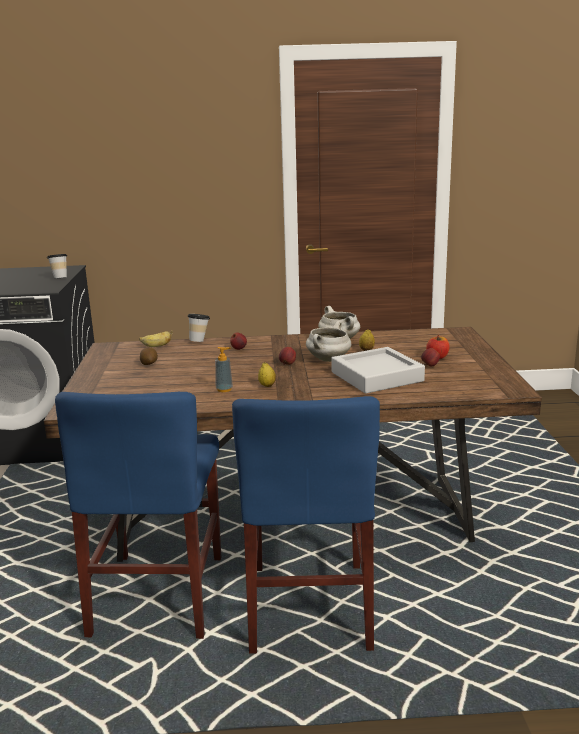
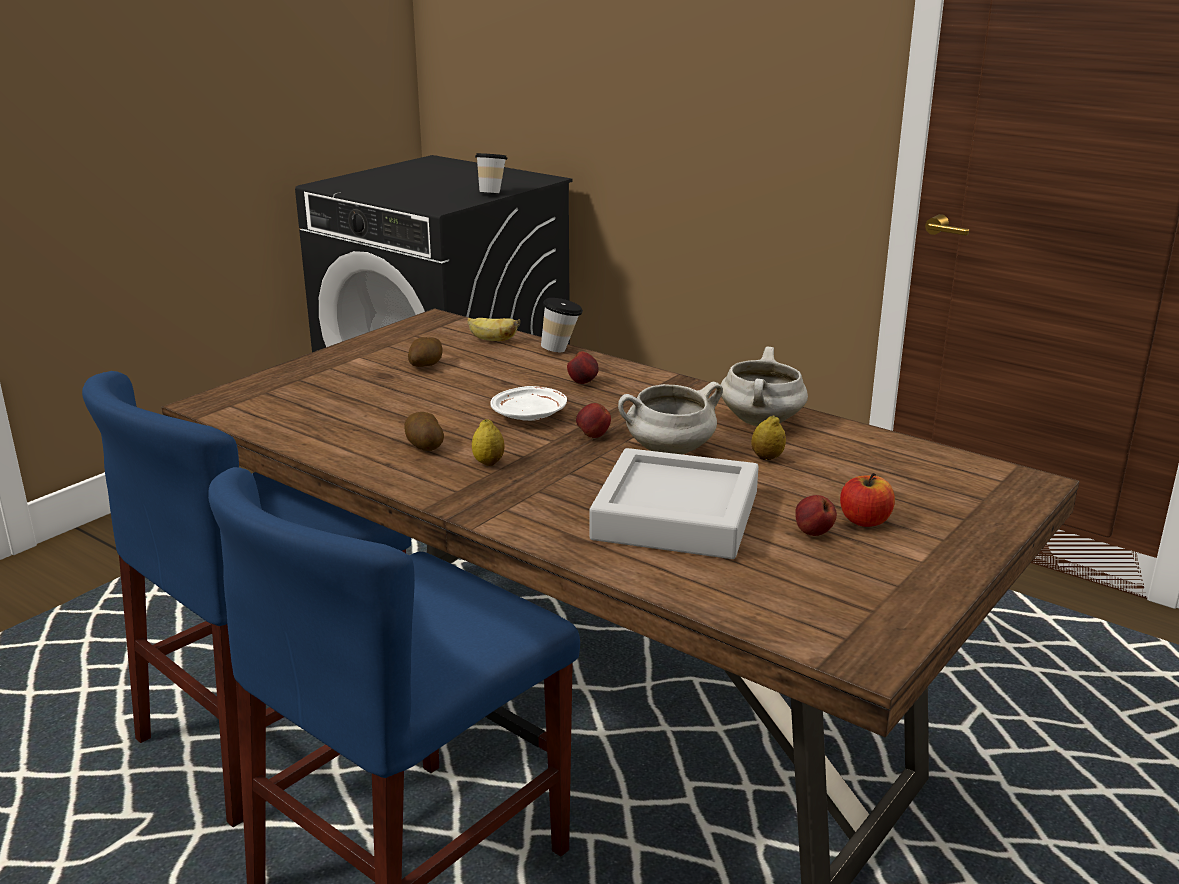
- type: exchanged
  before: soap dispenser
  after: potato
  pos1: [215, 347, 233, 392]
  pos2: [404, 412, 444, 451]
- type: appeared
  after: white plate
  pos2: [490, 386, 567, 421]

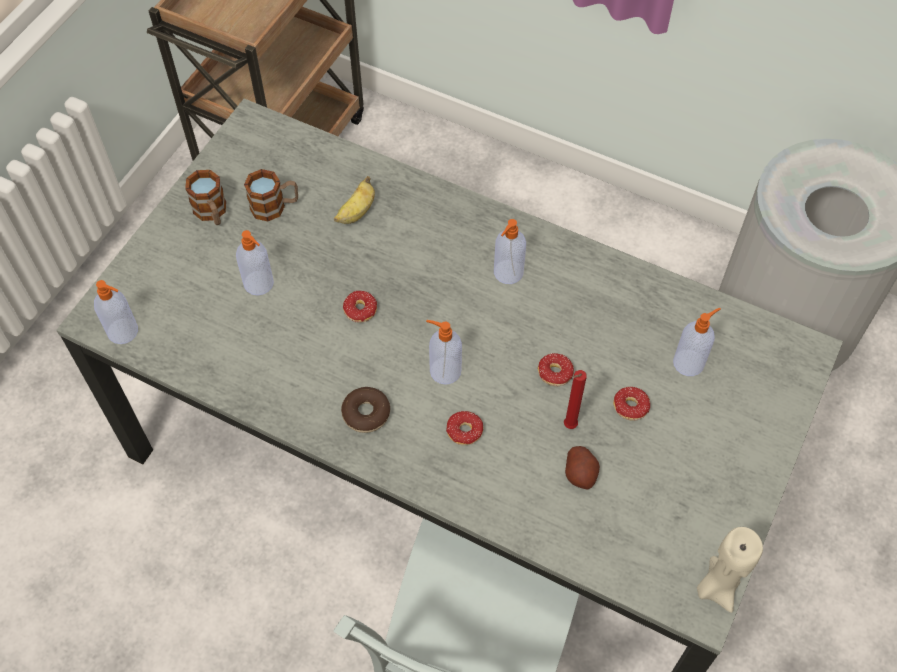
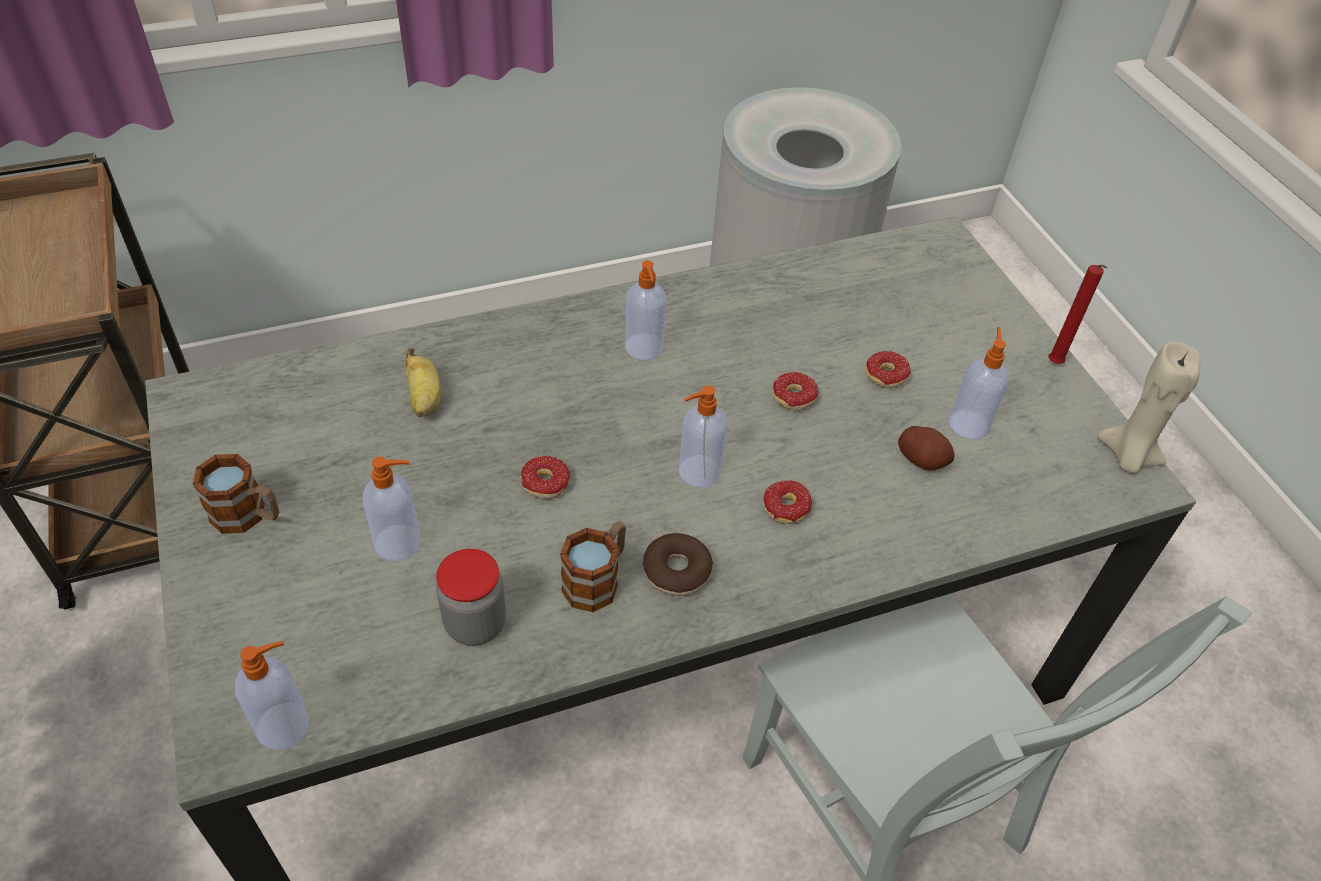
- type: relocated
  before: mug
  pos1: [244, 169, 298, 221]
  pos2: [560, 521, 626, 612]
- type: relocated
  before: red candle
  pos1: [564, 370, 587, 429]
  pos2: [1048, 265, 1107, 364]
- type: relocated
  before: soap dispenser
  pos1: [673, 307, 721, 376]
  pos2: [949, 327, 1009, 439]
- type: appeared
  after: jar
  pos2: [436, 549, 506, 646]

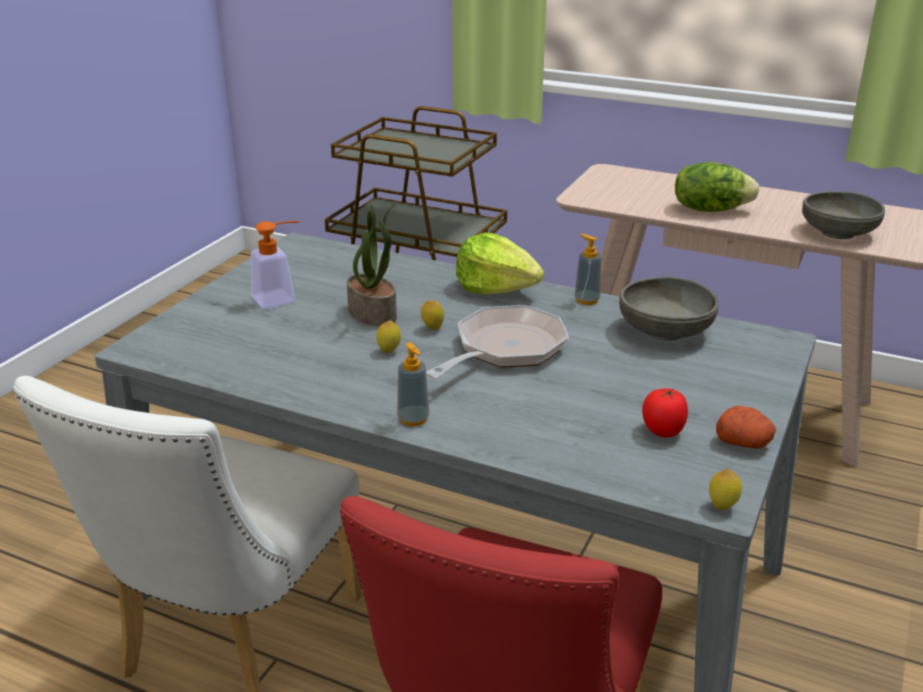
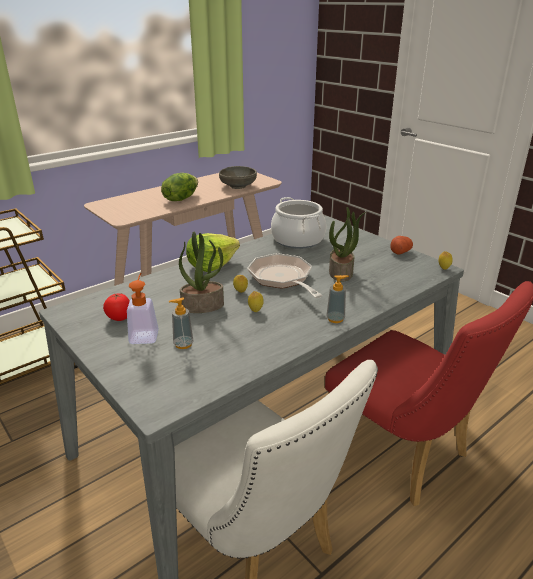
- type: relocated
  before: soap dispenser
  pos1: [575, 234, 602, 305]
  pos2: [169, 298, 193, 349]
- type: exchanged
  before: grey bowl
  after: cooking pot
  pos1: [619, 276, 719, 341]
  pos2: [271, 197, 326, 249]
- type: relocated
  before: tomato
  pos1: [642, 388, 688, 438]
  pos2: [103, 293, 130, 321]
- type: appeared
  after: potted plant
  pos2: [329, 207, 366, 281]

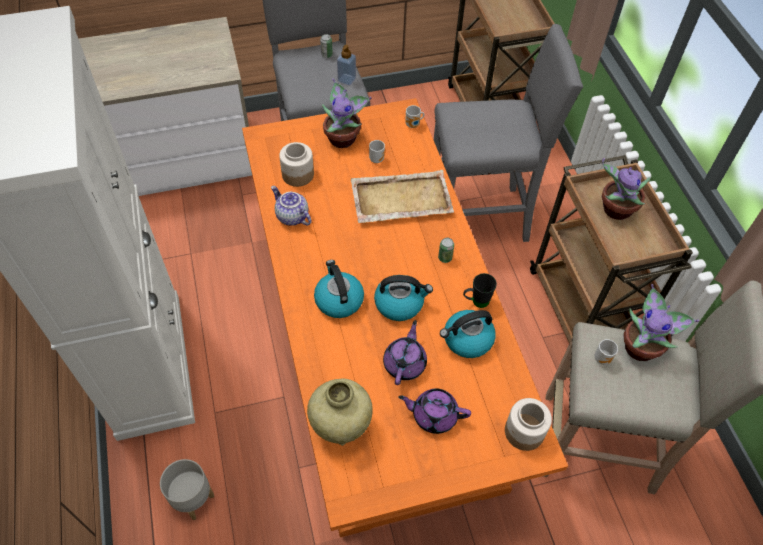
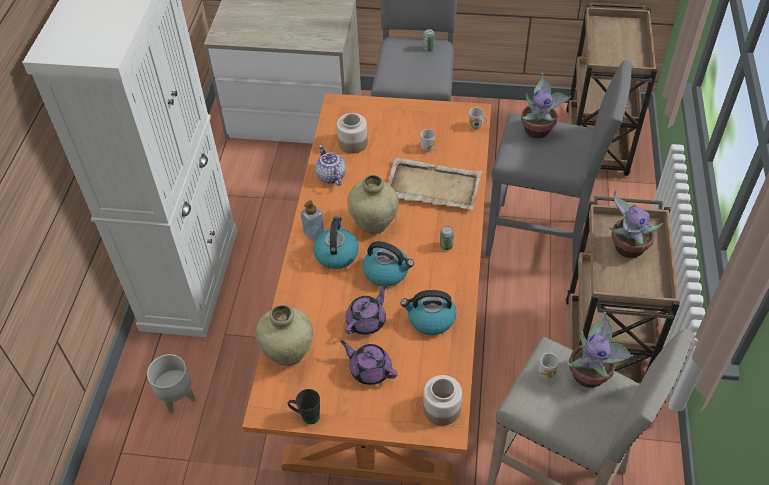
- type: relocated
  before: potted plant
  pos1: [322, 78, 372, 148]
  pos2: [521, 72, 571, 139]
- type: relocated
  before: soap dispenser
  pos1: [337, 45, 356, 86]
  pos2: [301, 200, 324, 241]
- type: relocated
  before: black mug
  pos1: [463, 273, 497, 308]
  pos2: [288, 389, 320, 424]
- type: appeared
  after: beige vase
  pos2: [347, 175, 399, 234]

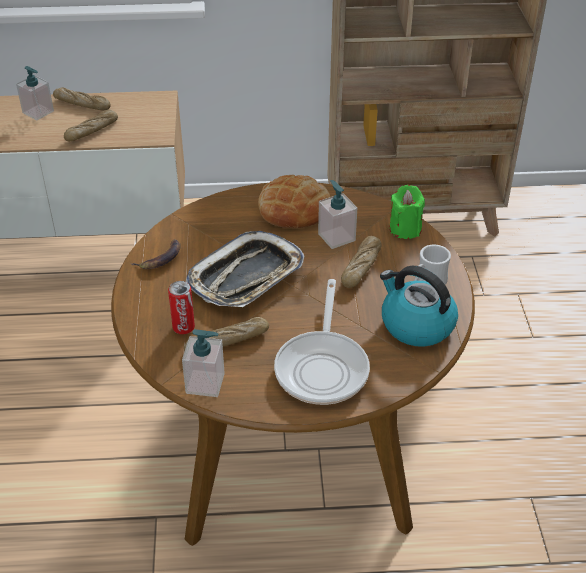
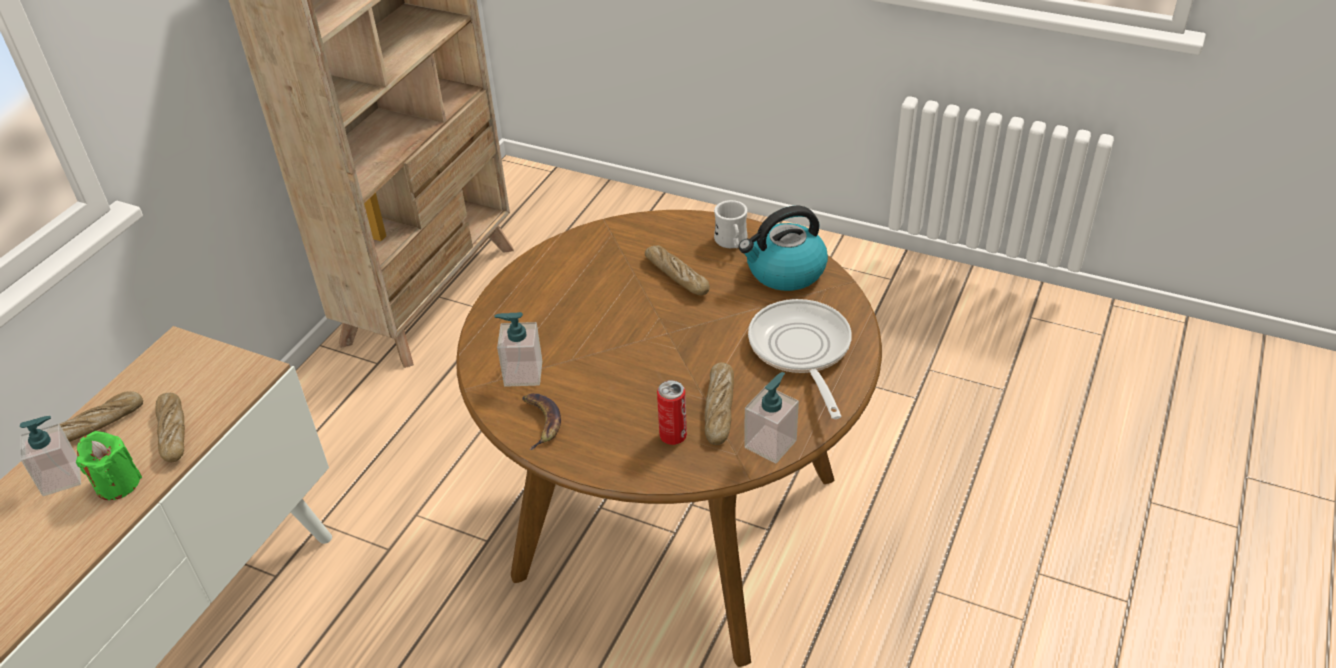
- type: missing
  before: tray
  pos1: [186, 231, 305, 307]
- type: missing
  before: bread
  pos1: [258, 175, 330, 228]
- type: spun
  before: frying pan
  pos1: [274, 279, 370, 405]
  pos2: [748, 299, 851, 419]
  turn: -135
- type: relocated
  before: soap dispenser
  pos1: [318, 180, 357, 249]
  pos2: [494, 312, 542, 387]
- type: relocated
  before: green candle
  pos1: [389, 185, 425, 239]
  pos2: [76, 431, 142, 500]

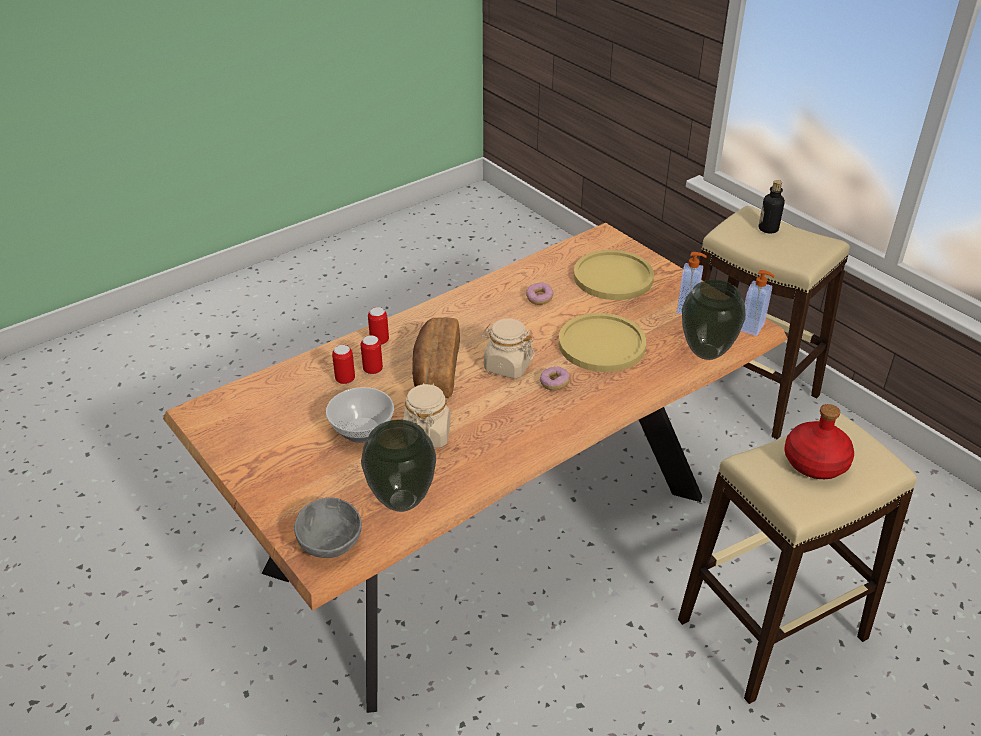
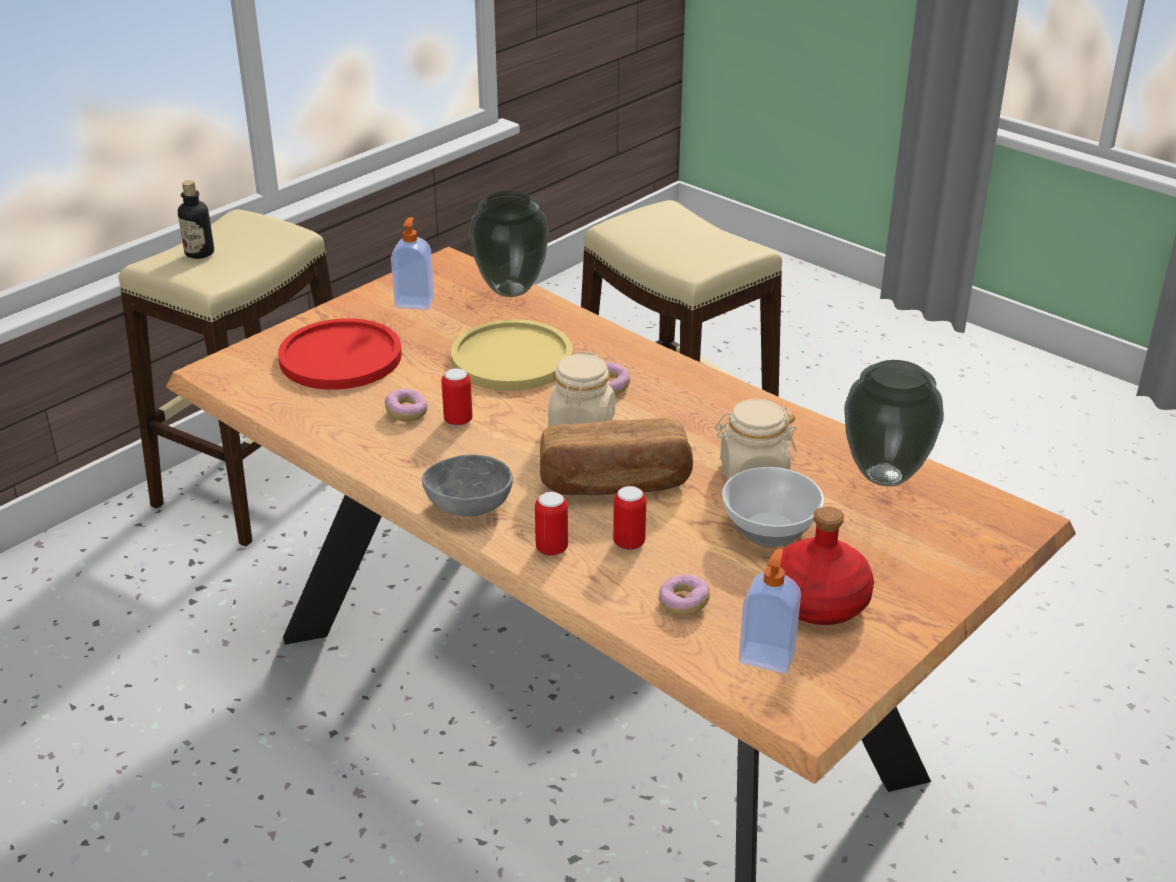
- type: relocated
  before: grey bowl
  pos1: [294, 497, 362, 558]
  pos2: [422, 454, 513, 516]
- type: relocated
  before: can
  pos1: [332, 345, 355, 384]
  pos2: [441, 368, 473, 426]
- type: colour
  before: yellow plate
  after: red plate
  pos1: [574, 250, 654, 300]
  pos2: [278, 318, 402, 390]
- type: relocated
  before: soap dispenser
  pos1: [741, 270, 775, 336]
  pos2: [739, 548, 801, 674]
- type: relocated
  before: red bottle
  pos1: [784, 404, 854, 479]
  pos2: [780, 506, 874, 625]
- type: appeared
  after: donut
  pos2: [659, 574, 710, 616]

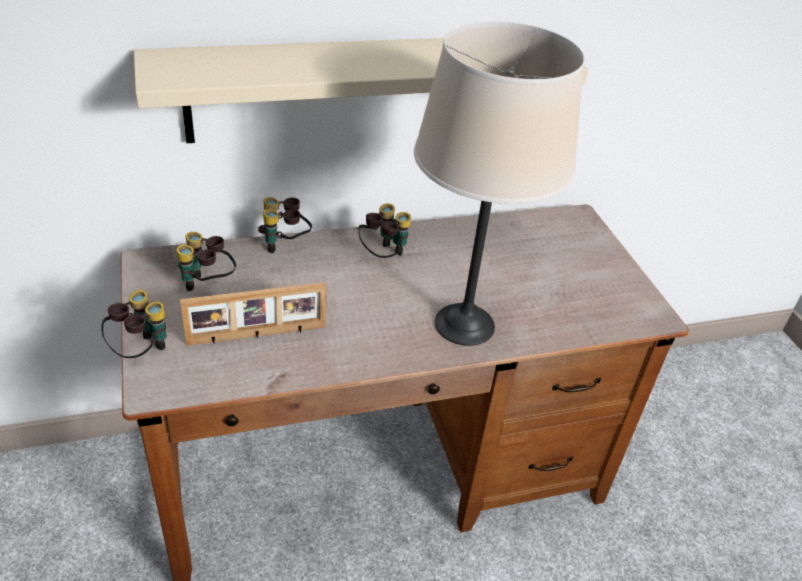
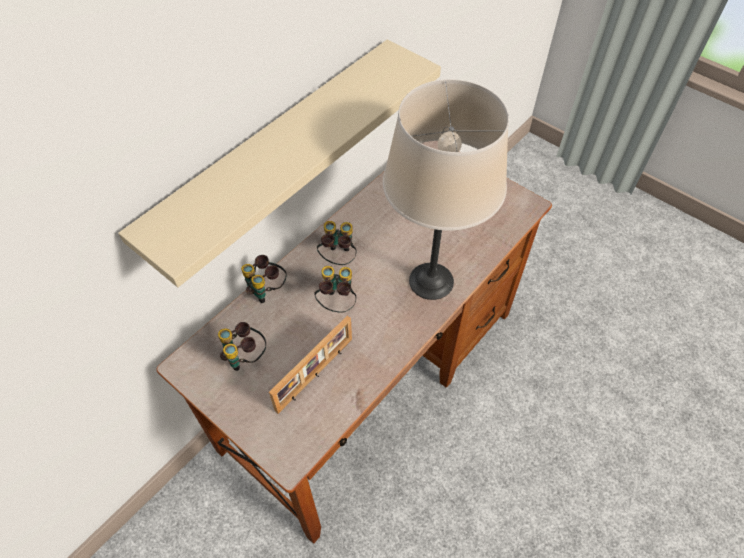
- type: relocated
  before: binoculars
  pos1: [101, 290, 167, 358]
  pos2: [314, 266, 356, 313]

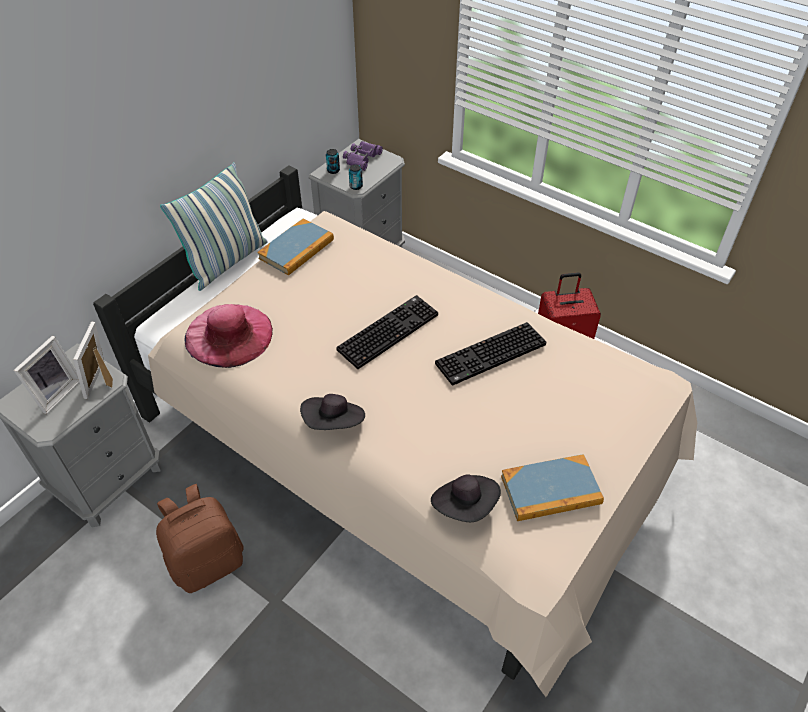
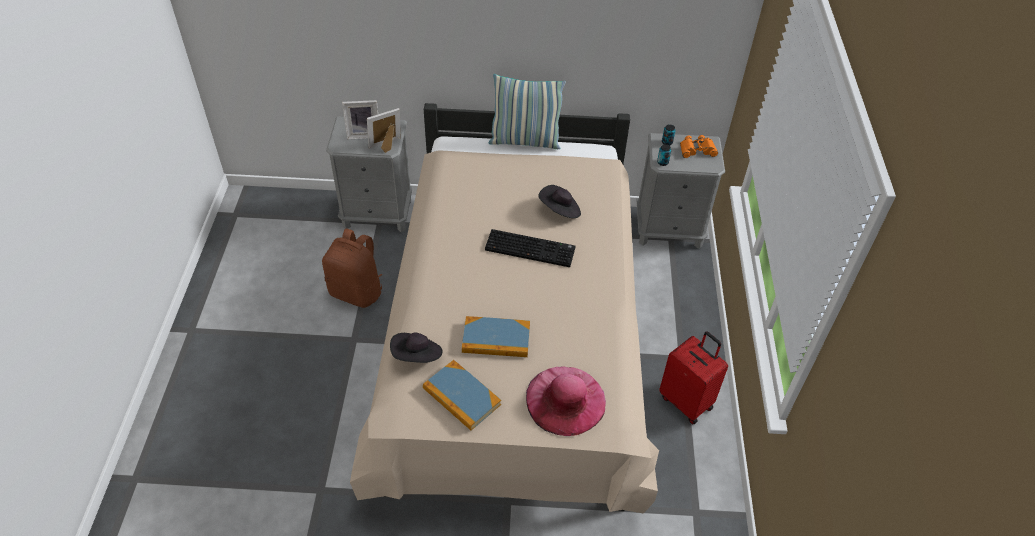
- type: relocated
  before: pink hat
  pos1: [185, 304, 273, 368]
  pos2: [526, 366, 606, 436]
- type: relocated
  before: book
  pos1: [257, 219, 334, 276]
  pos2: [462, 316, 530, 357]
- type: relocated
  before: black hat
  pos1: [300, 394, 365, 430]
  pos2: [538, 185, 581, 218]
- type: colour
  before: purple binoculars
  after: orange binoculars
  pos1: [343, 141, 383, 171]
  pos2: [680, 135, 718, 158]
- type: missing
  before: keyboard
  pos1: [435, 322, 546, 385]

